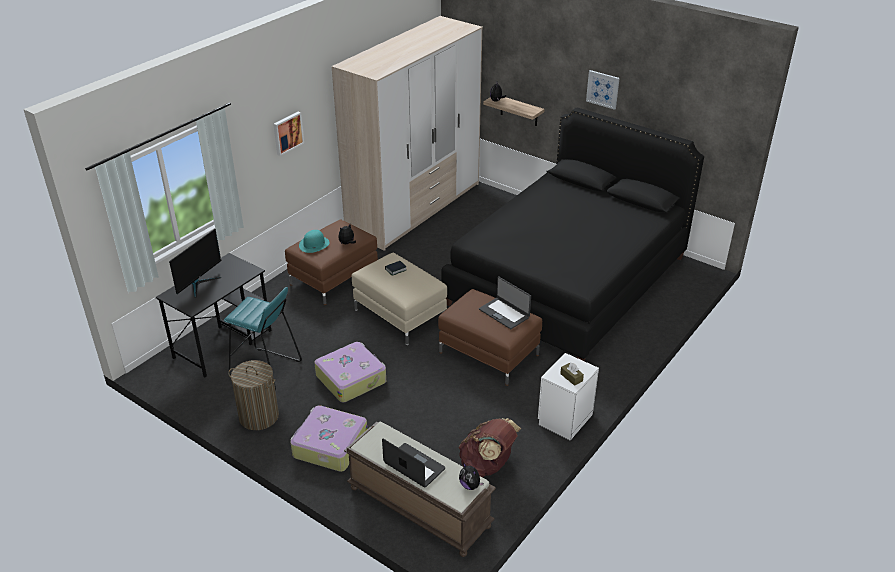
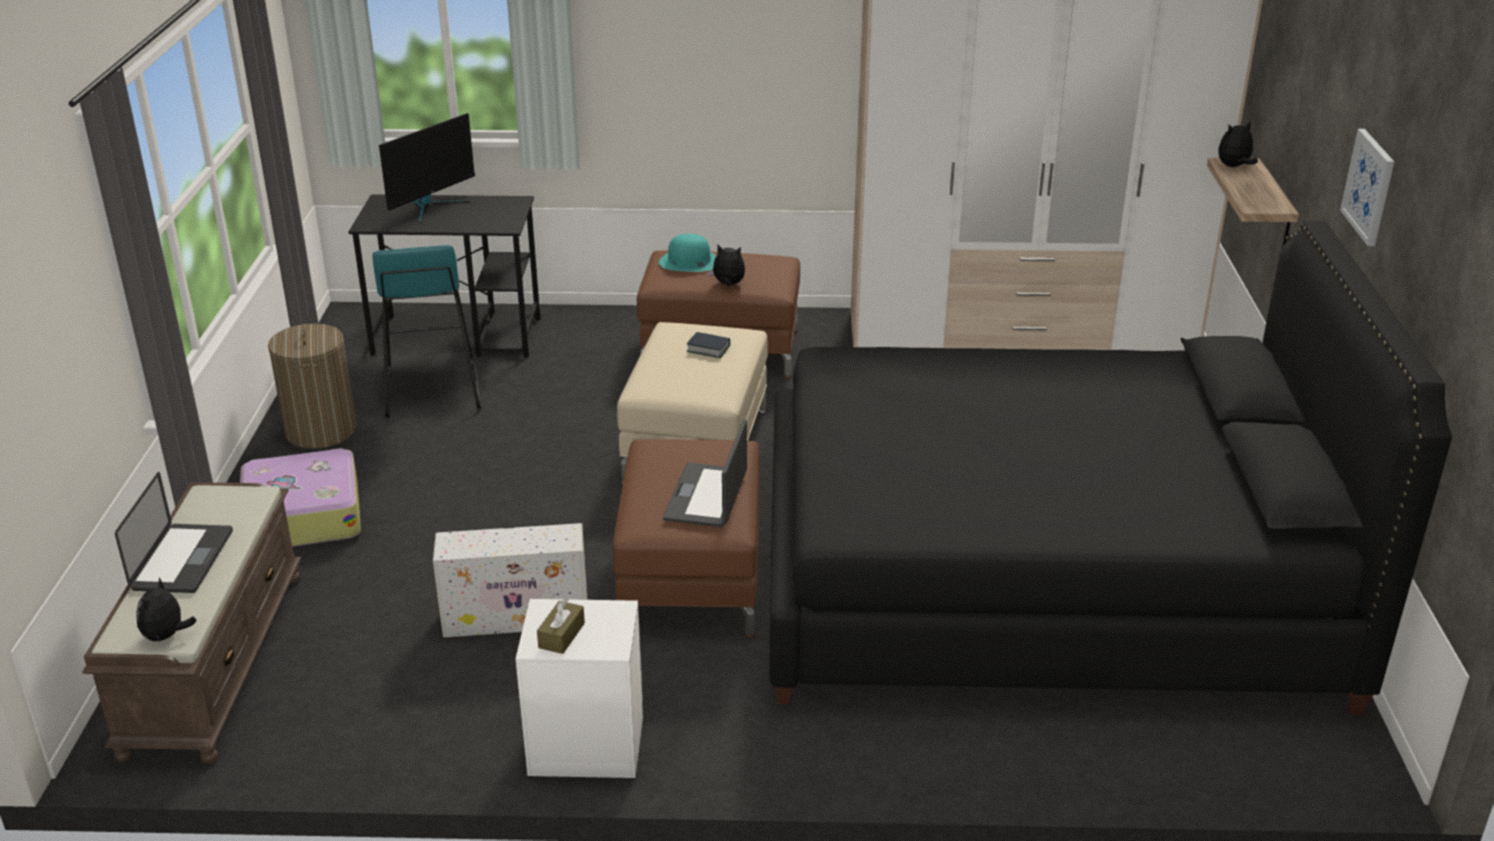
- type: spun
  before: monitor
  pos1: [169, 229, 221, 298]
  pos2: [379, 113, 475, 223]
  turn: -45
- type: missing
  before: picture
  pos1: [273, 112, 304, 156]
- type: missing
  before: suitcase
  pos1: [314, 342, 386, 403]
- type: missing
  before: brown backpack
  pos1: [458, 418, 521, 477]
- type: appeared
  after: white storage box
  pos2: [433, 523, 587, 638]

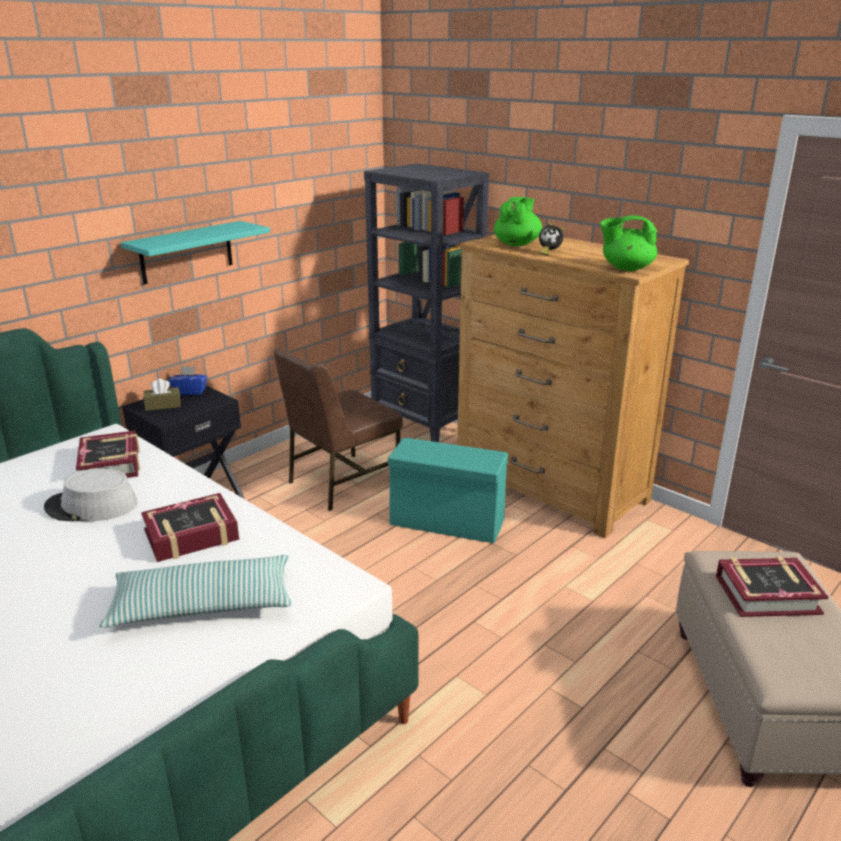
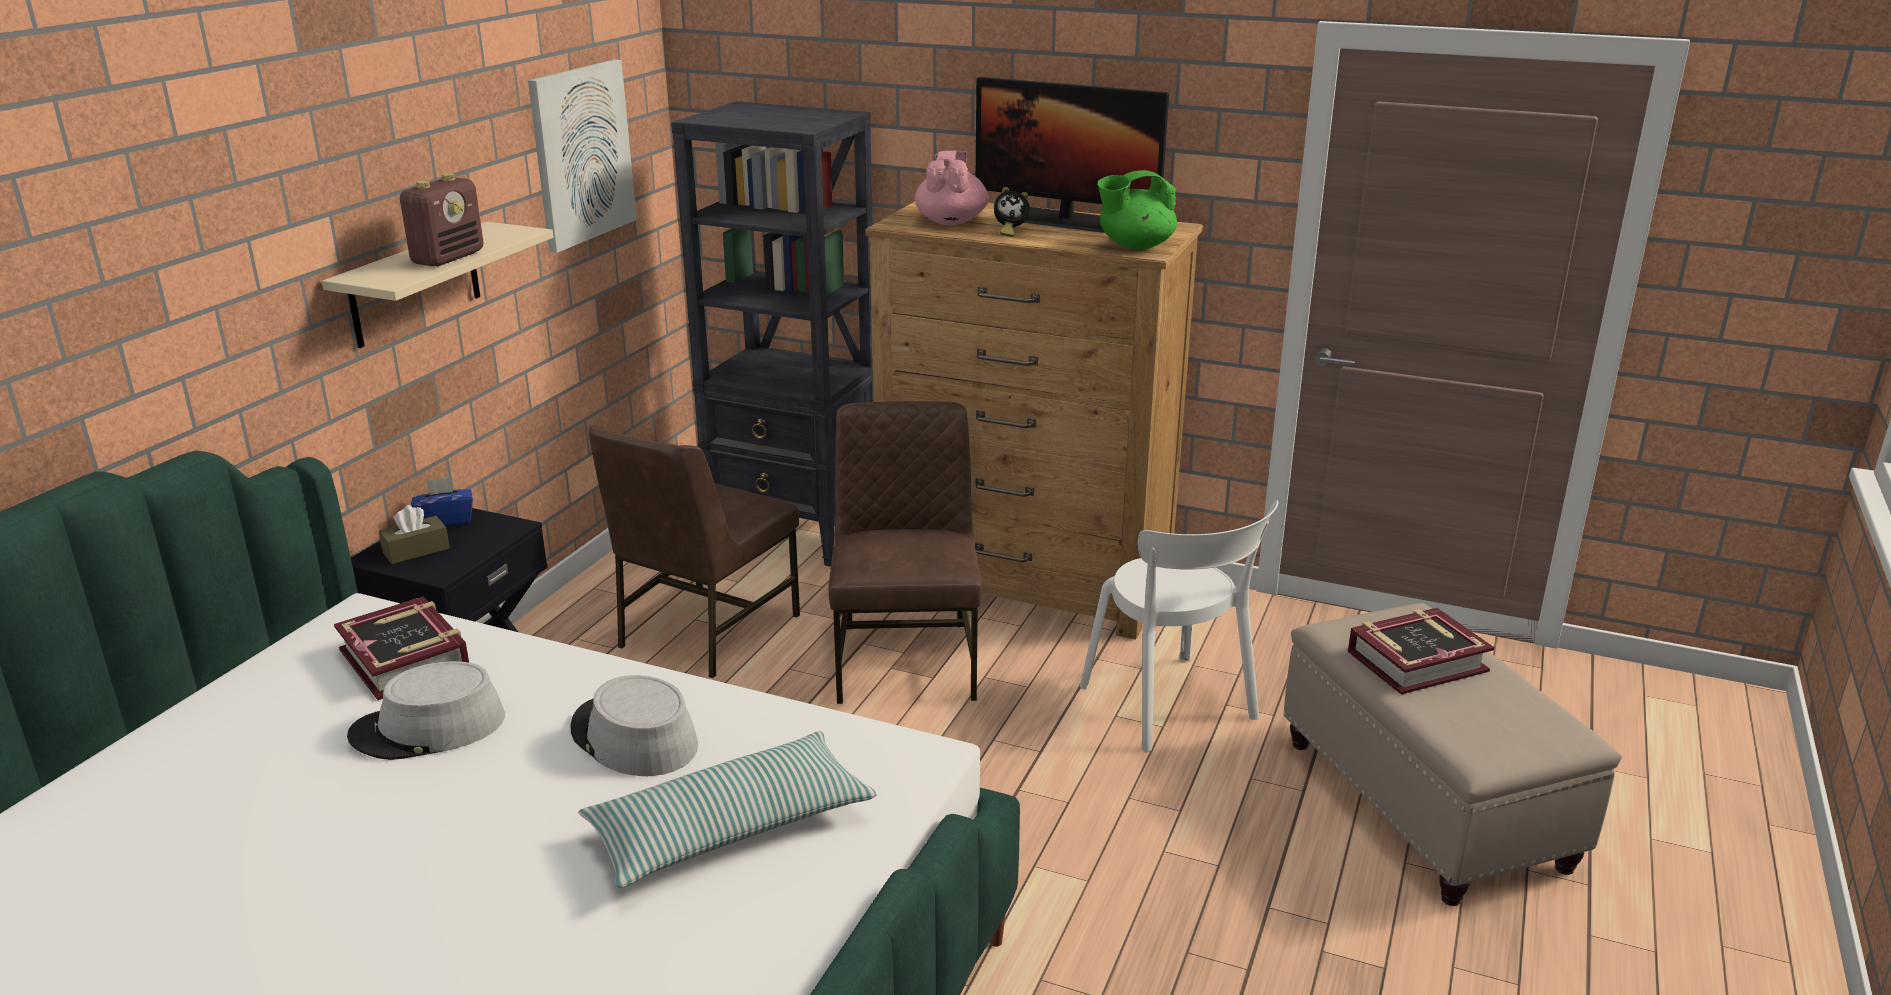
- type: colour
  before: turquoise shelf
  after: beige shelf
  pos1: [121, 221, 270, 284]
  pos2: [322, 221, 553, 348]
- type: exchanged
  before: book
  after: grey hat
  pos1: [141, 493, 239, 562]
  pos2: [571, 675, 698, 776]
- type: exchanged
  before: turquoise storage box
  after: brown chair
  pos1: [388, 437, 508, 543]
  pos2: [828, 401, 982, 704]
- type: colour
  before: green teapot
  after: pink teapot
  pos1: [494, 197, 542, 246]
  pos2: [915, 151, 988, 225]
- type: appeared
  after: radio
  pos2: [400, 173, 483, 266]
- type: appeared
  after: picture
  pos2: [528, 60, 637, 253]
- type: appeared
  after: monitor
  pos2: [976, 77, 1169, 233]
- type: appeared
  after: white chair
  pos2: [1080, 500, 1278, 752]

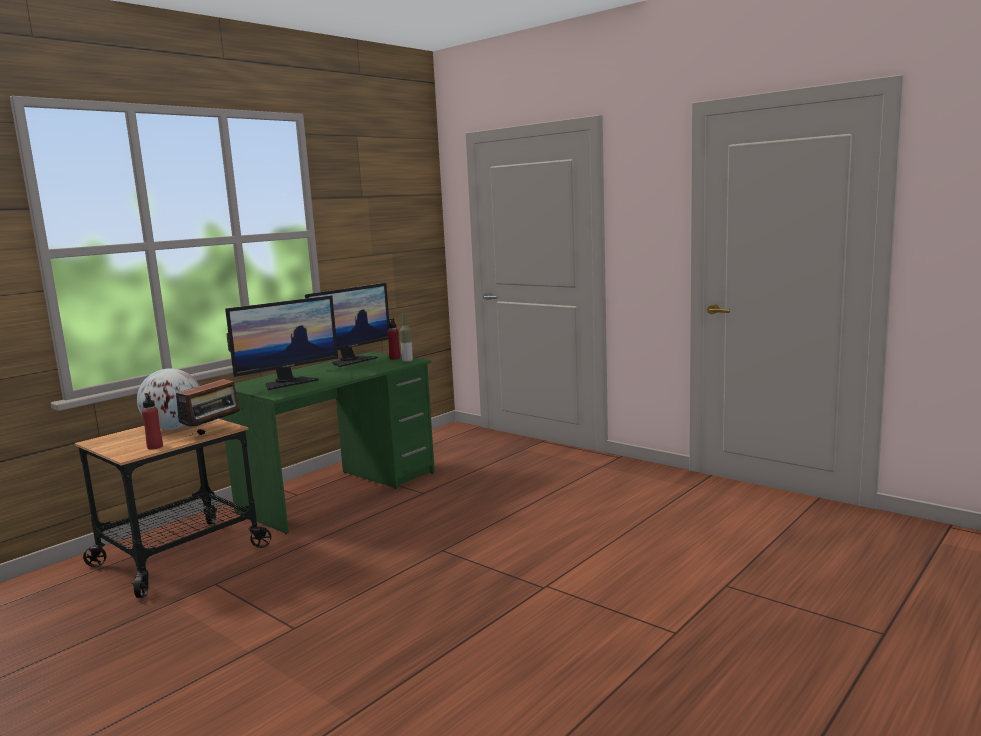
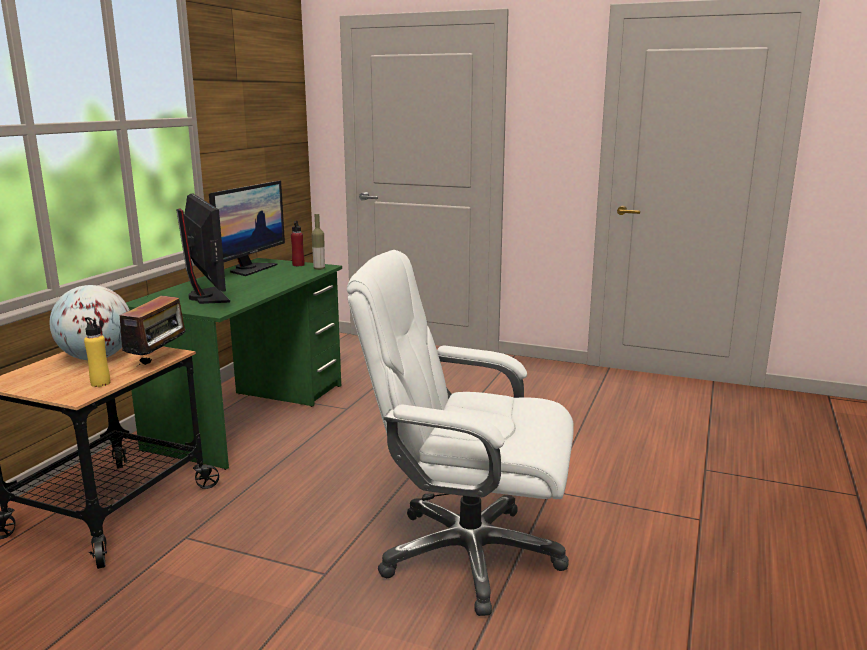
- type: colour
  before: red bottle
  after: yellow bottle
  pos1: [142, 393, 163, 449]
  pos2: [84, 317, 110, 387]
- type: spun
  before: monitor
  pos1: [225, 295, 338, 390]
  pos2: [176, 193, 230, 304]
  turn: -60
- type: appeared
  after: white office chair
  pos2: [347, 250, 574, 616]

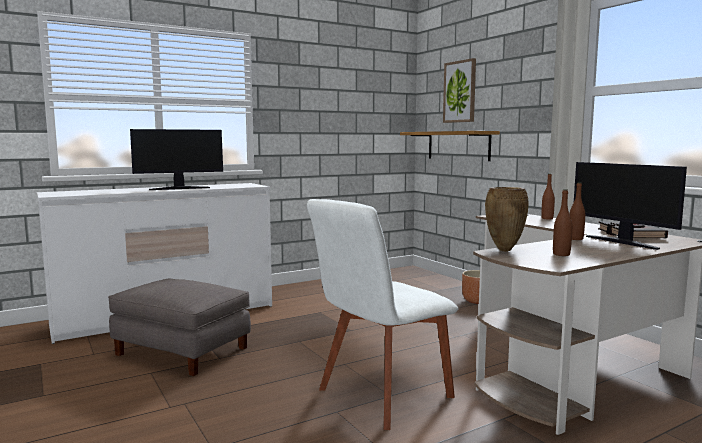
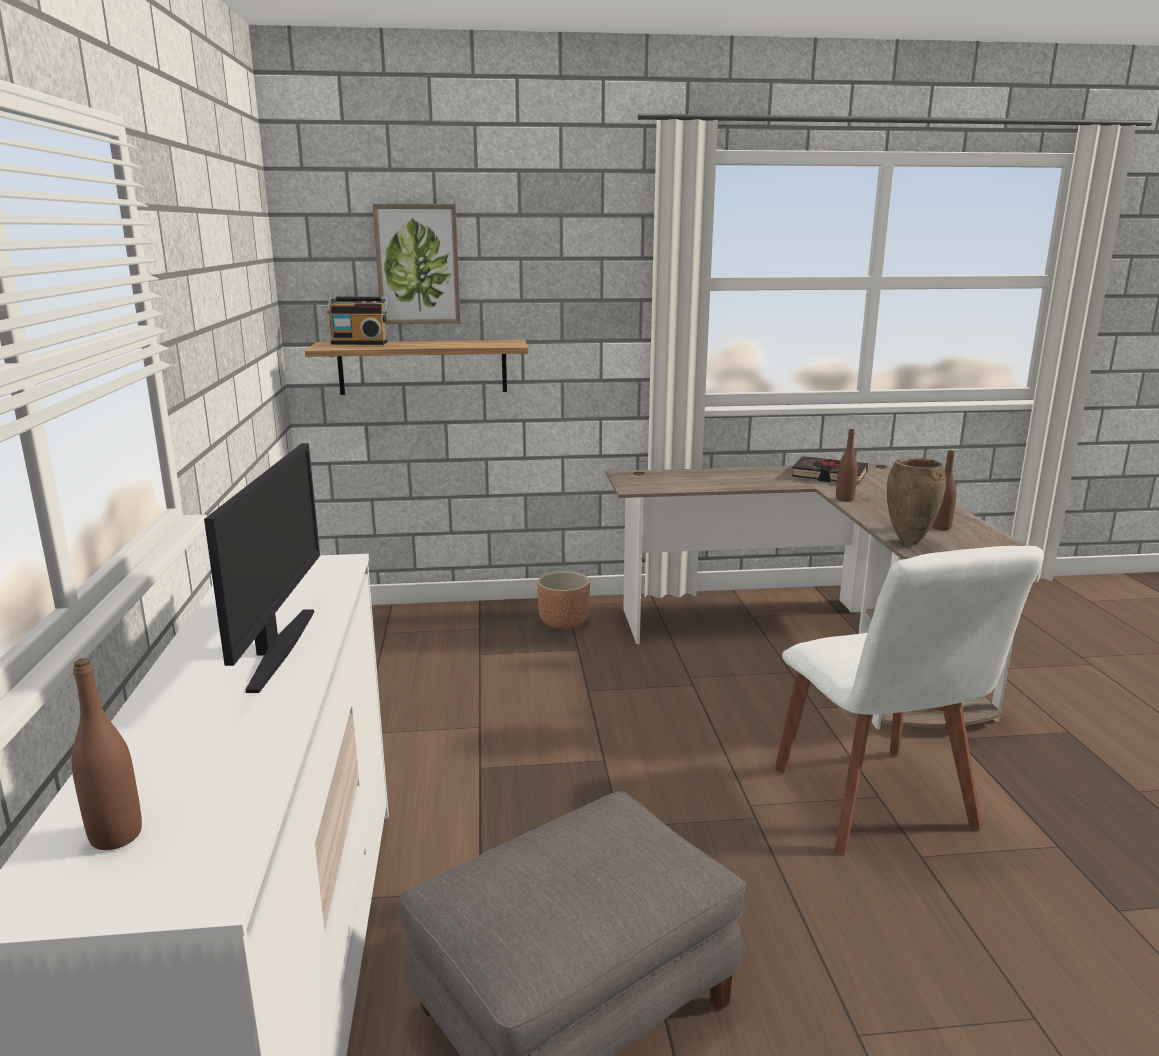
- type: relocated
  before: brown bottle
  pos1: [541, 174, 555, 219]
  pos2: [71, 658, 142, 850]
- type: missing
  before: monitor
  pos1: [574, 162, 687, 250]
- type: appeared
  after: radio
  pos2: [327, 297, 388, 345]

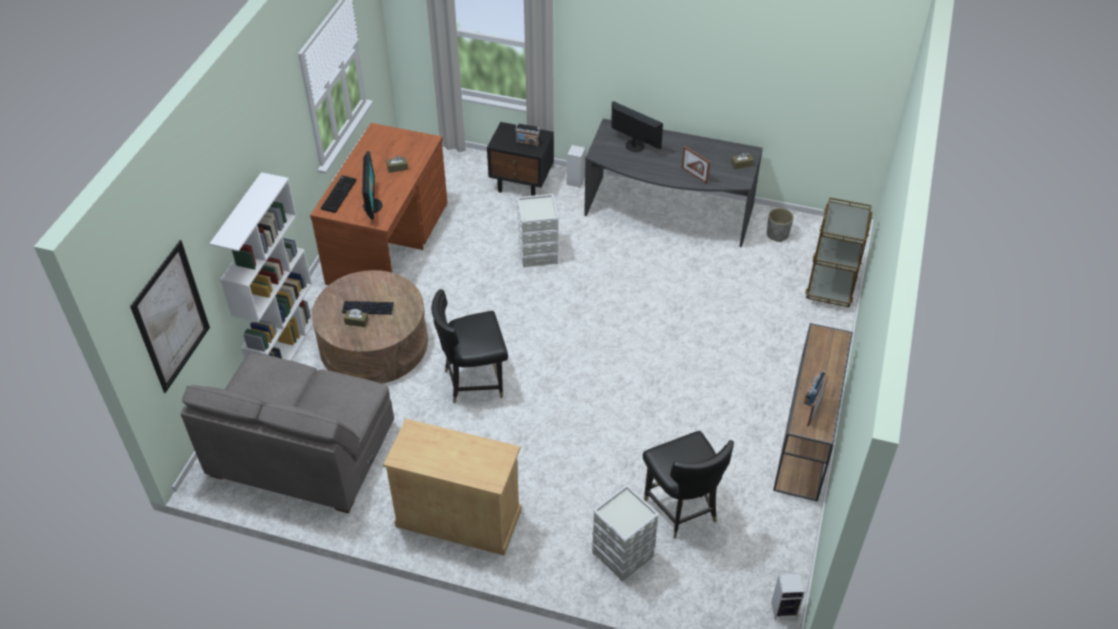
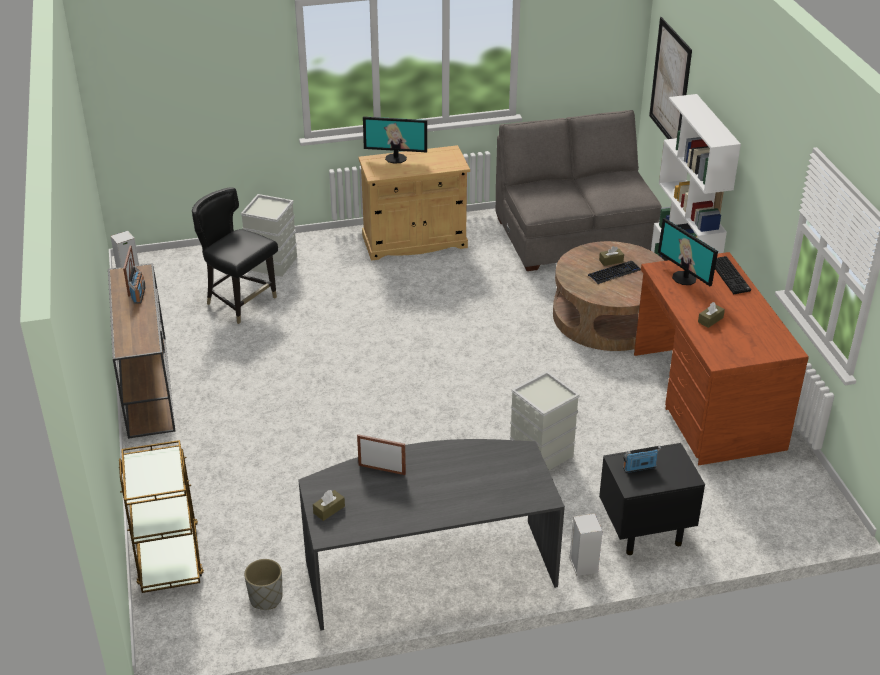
- type: missing
  before: black chair
  pos1: [431, 289, 508, 404]
- type: relocated
  before: monitor
  pos1: [611, 101, 663, 152]
  pos2: [363, 116, 427, 164]

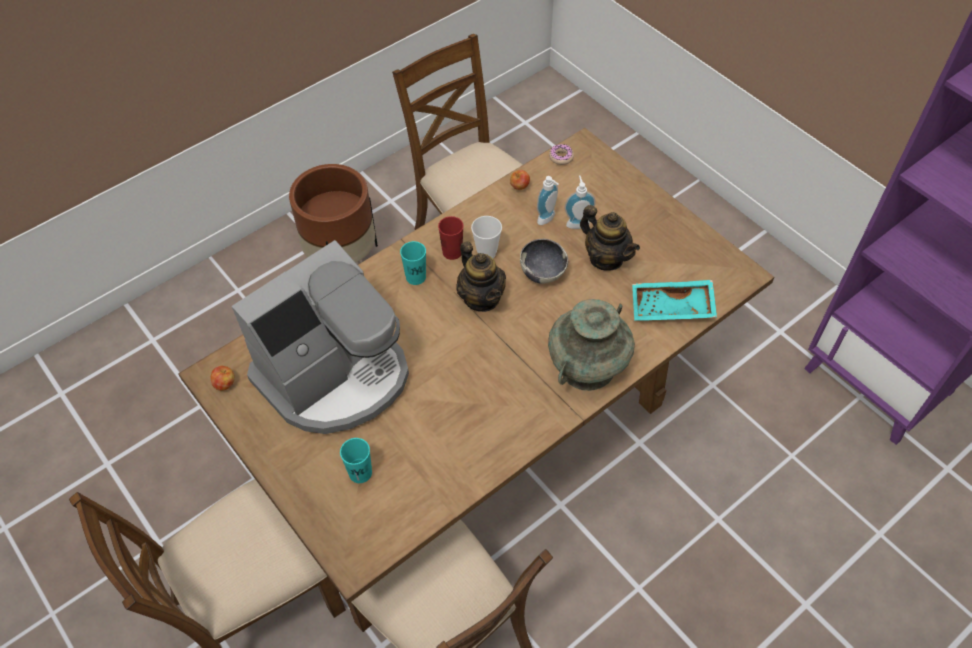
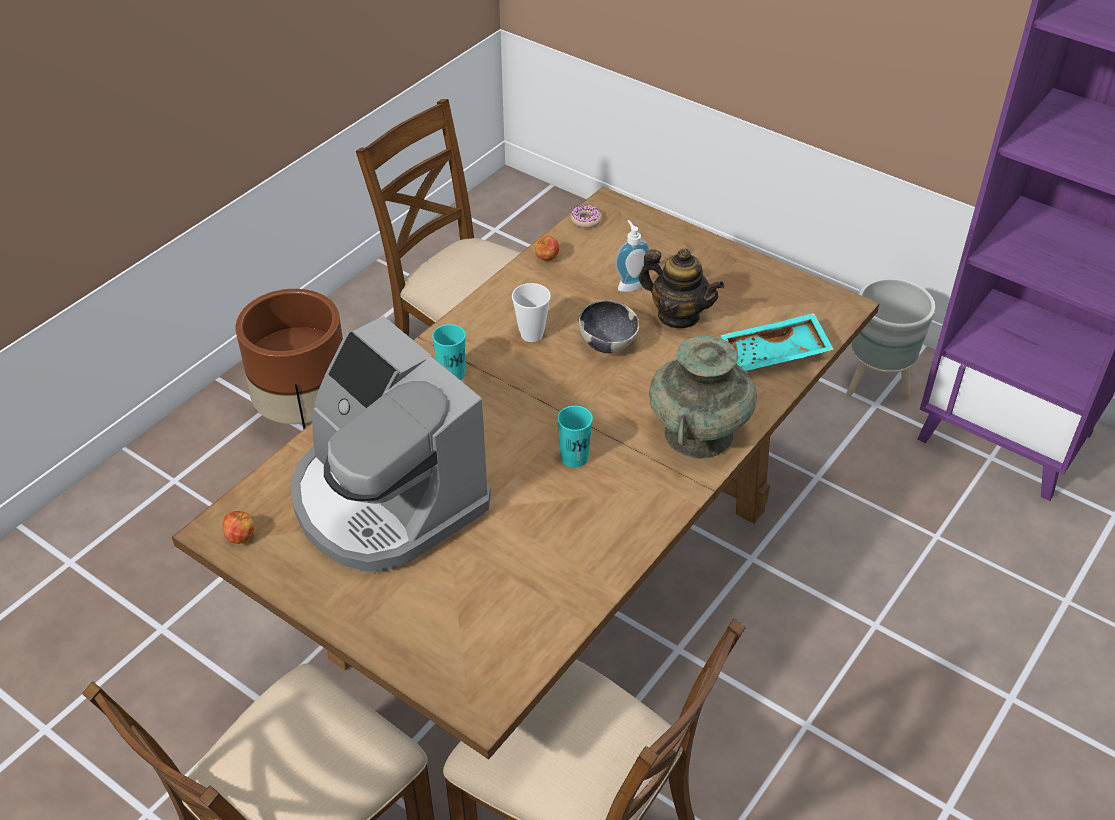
- type: spun
  before: coffee machine
  pos1: [232, 240, 409, 434]
  pos2: [291, 316, 491, 573]
  turn: 105
- type: relocated
  before: turquoise cup
  pos1: [340, 438, 372, 483]
  pos2: [557, 406, 593, 467]
- type: missing
  before: red cup
  pos1: [438, 216, 464, 260]
- type: missing
  before: teapot
  pos1: [456, 241, 506, 312]
- type: missing
  before: soap dispenser
  pos1: [537, 176, 559, 225]
- type: appeared
  after: grey planter
  pos2: [846, 278, 936, 401]

